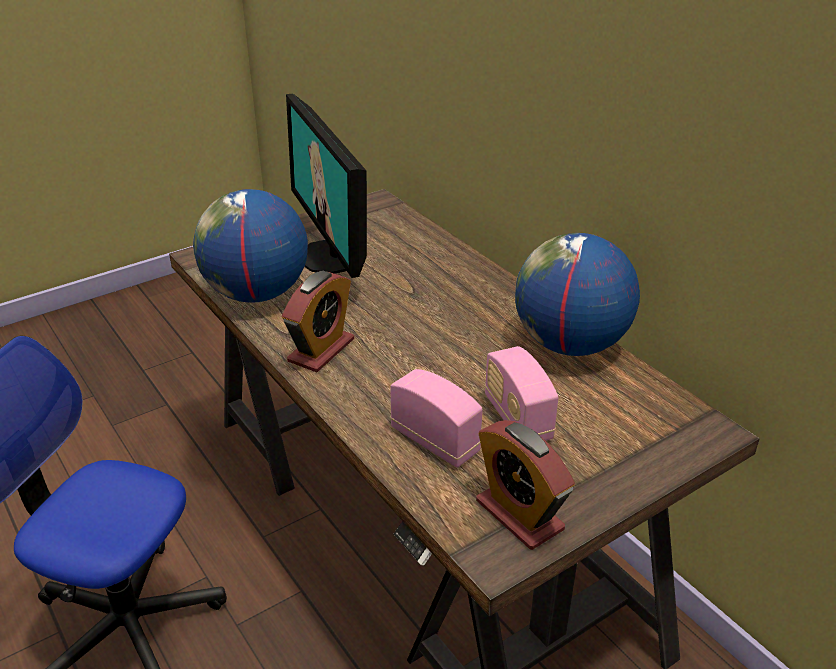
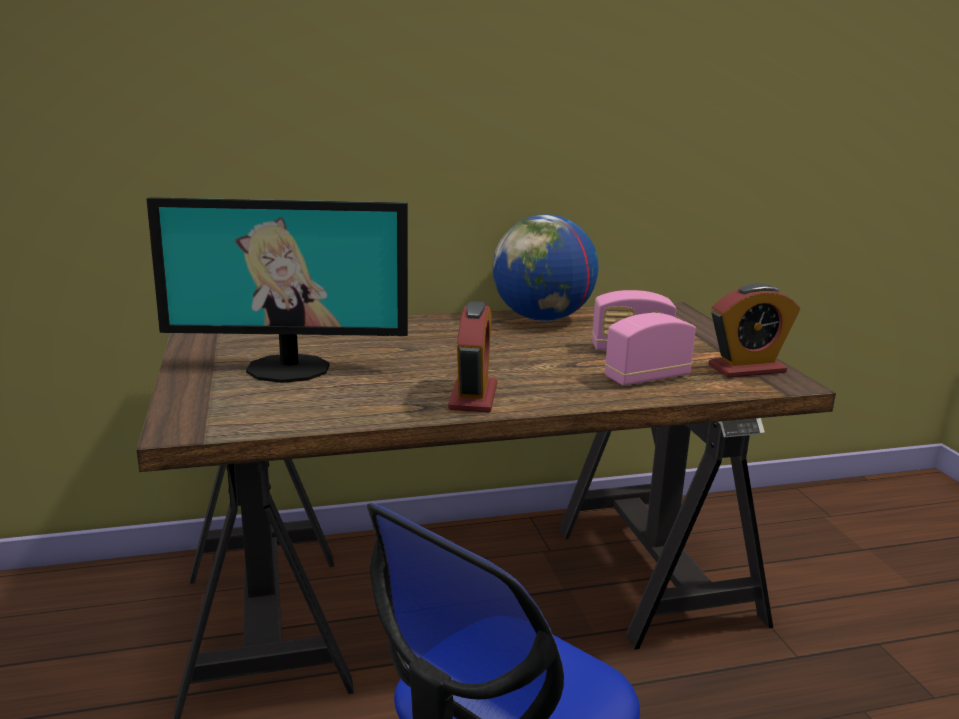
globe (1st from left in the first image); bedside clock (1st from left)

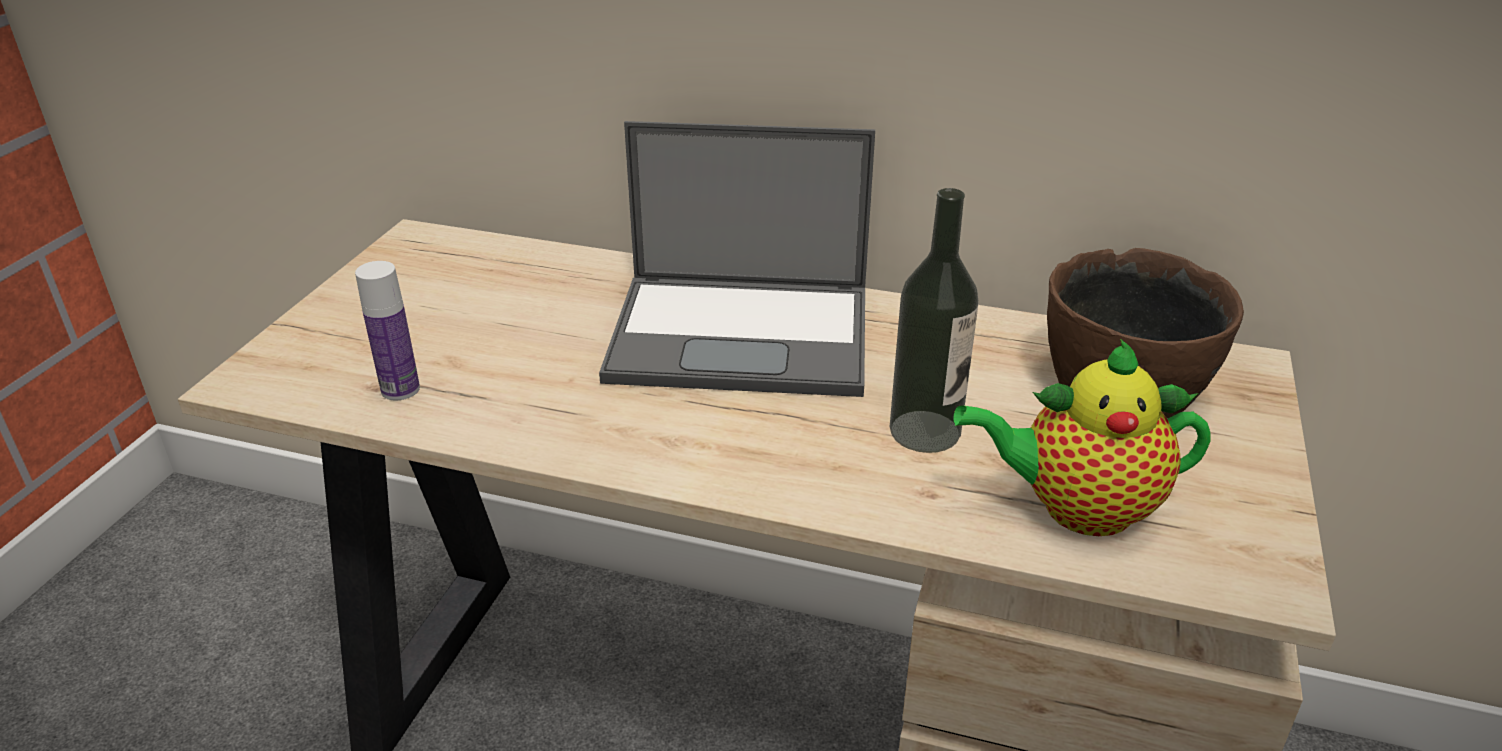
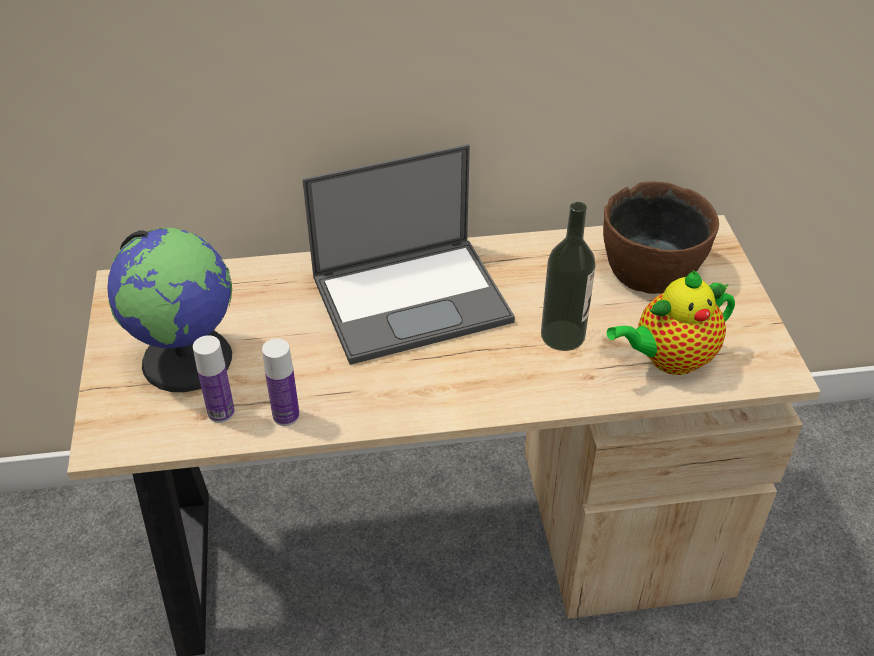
globe; beverage bottle (2nd from left)

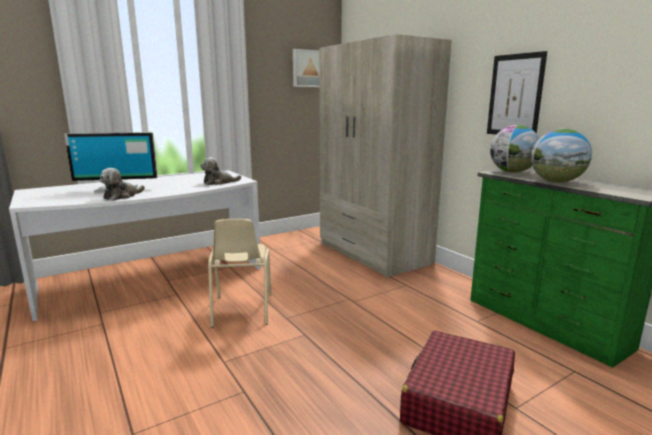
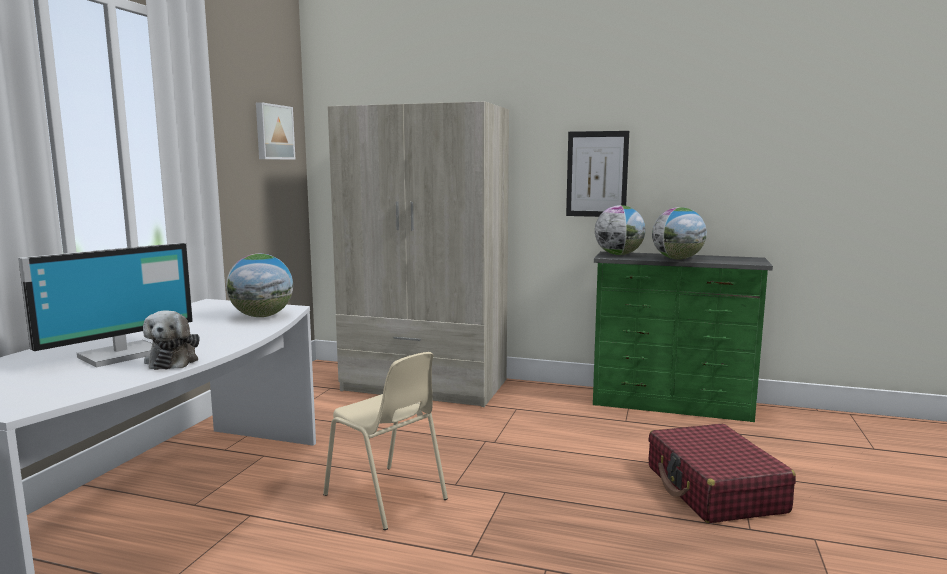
globe (1st from left)

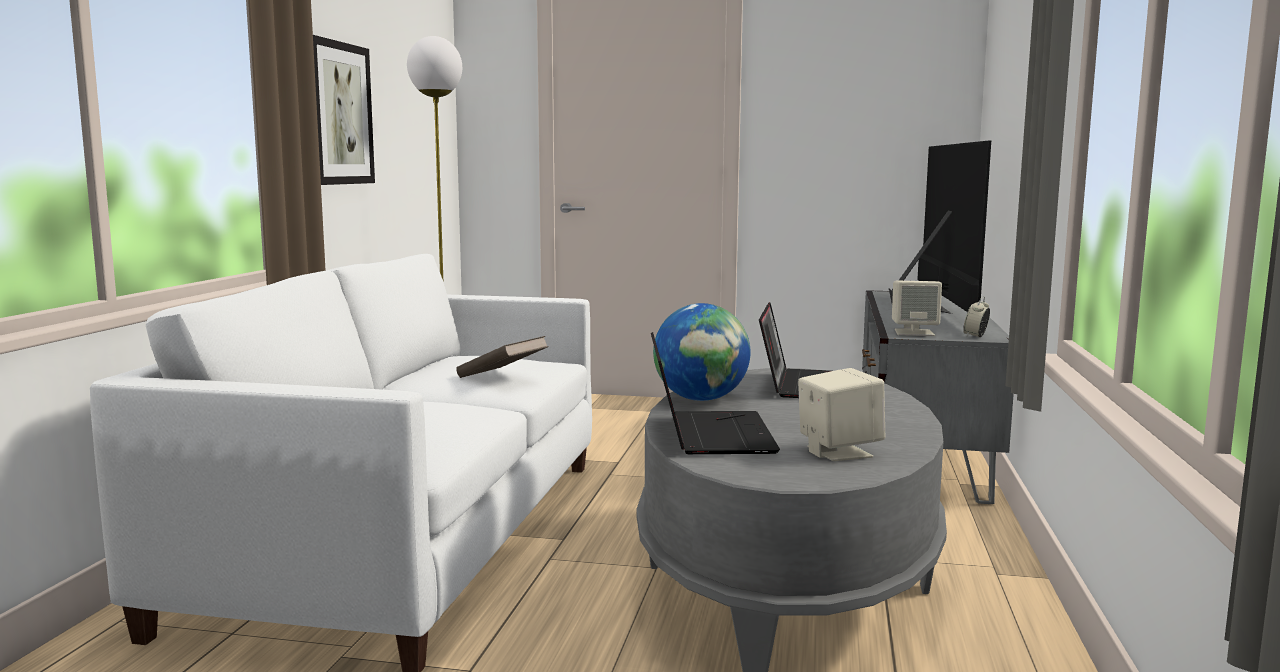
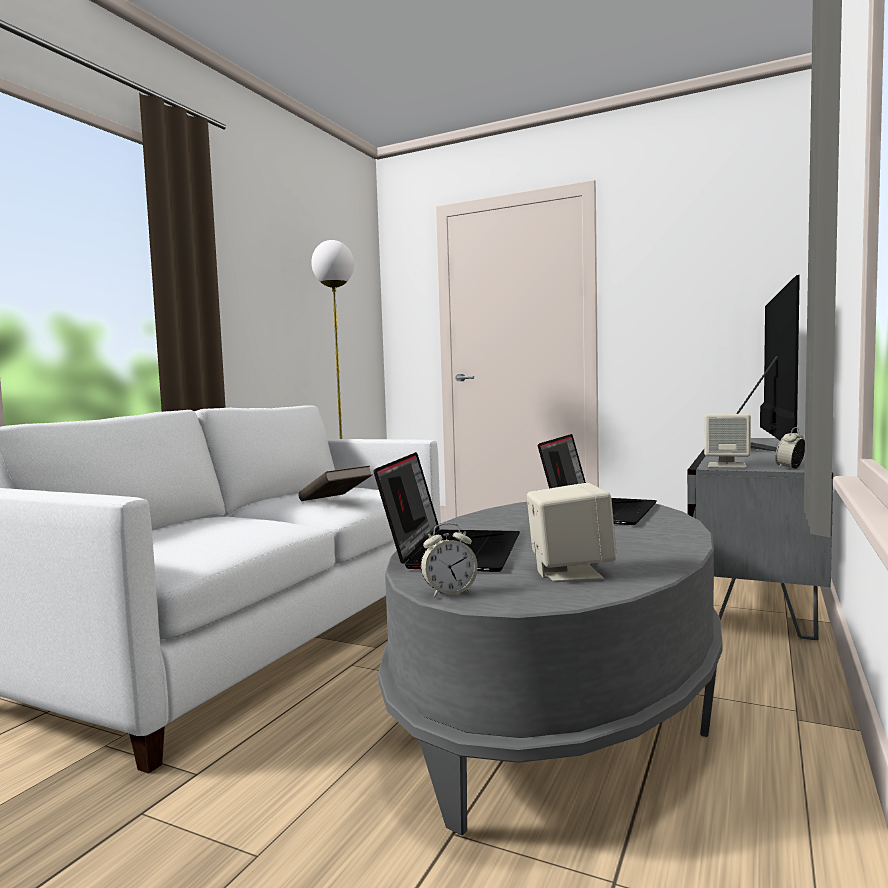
picture; globe; bedside clock (1st from left)

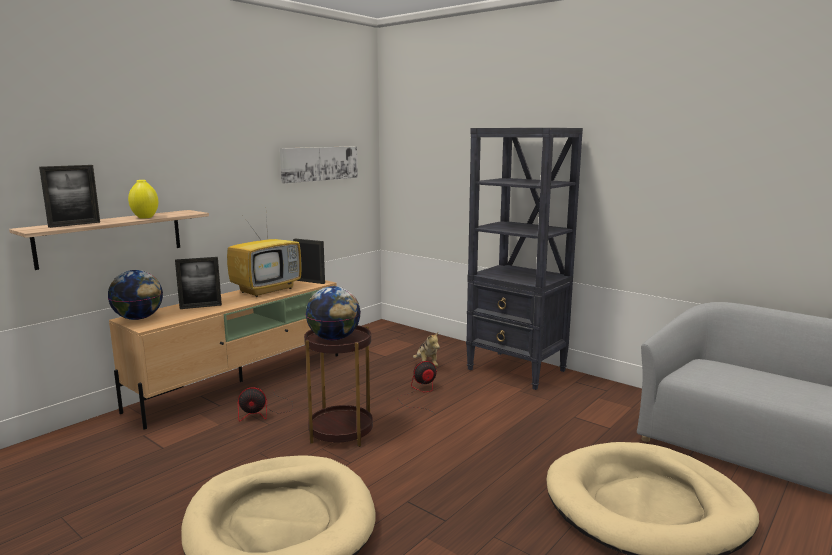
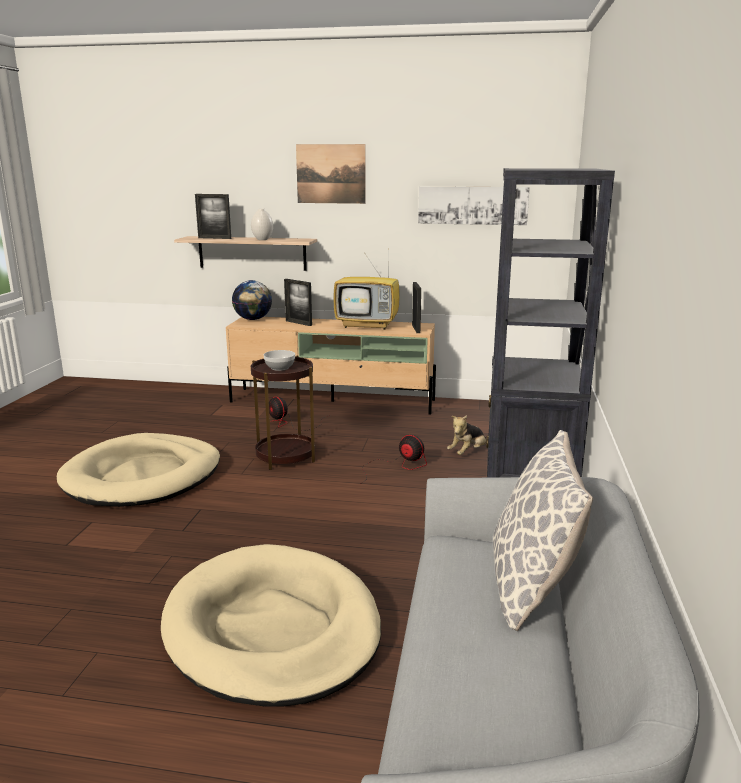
white-coloured vase; bowl; picture (1st from left); pillow

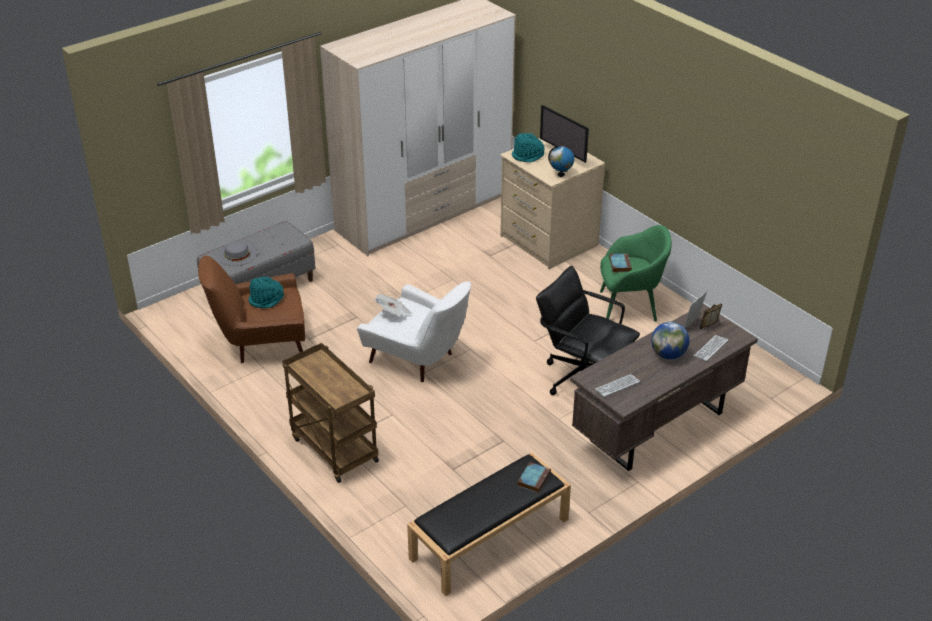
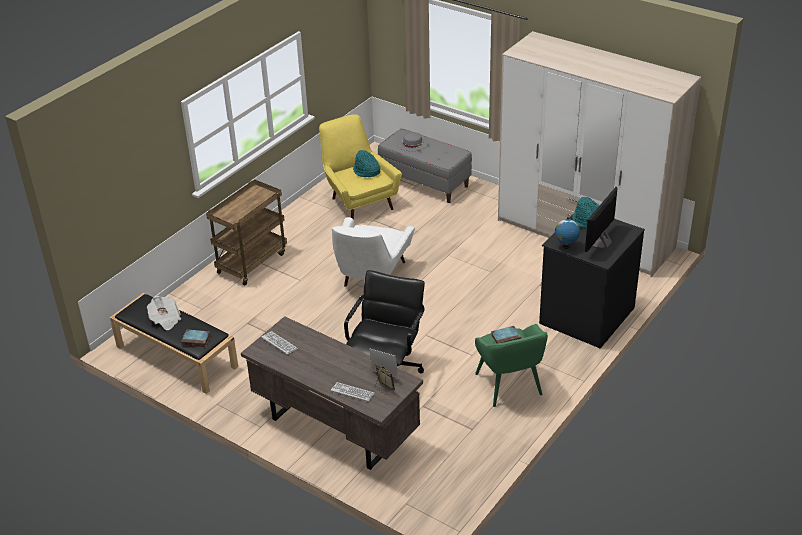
yellow-coloured easy chair; newspaper; blackish drawer chest; globe (2nd from left in the first image)

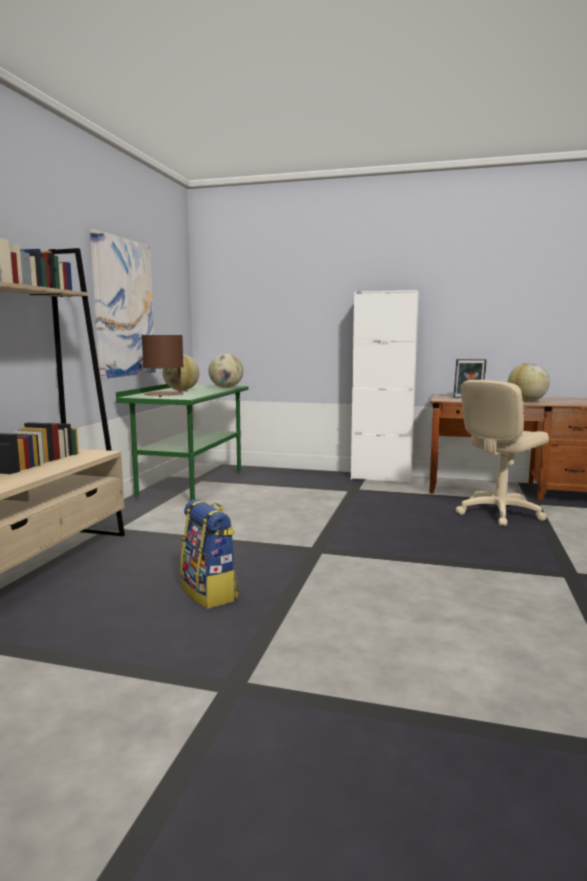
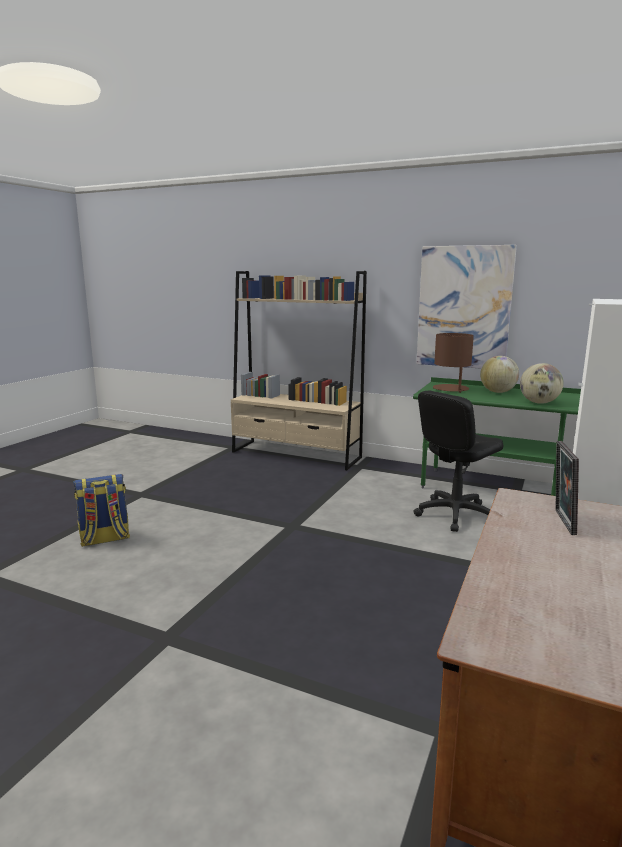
backpack; beige-coloured computer chair; globe (3rd from left in the first image); blackish computer chair

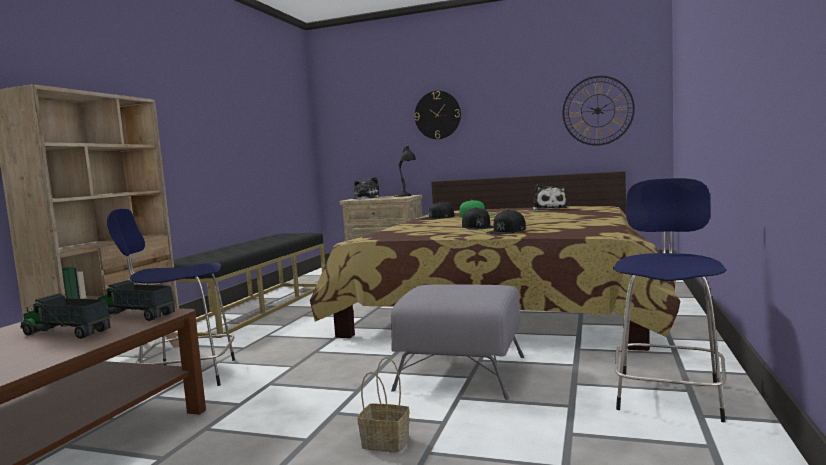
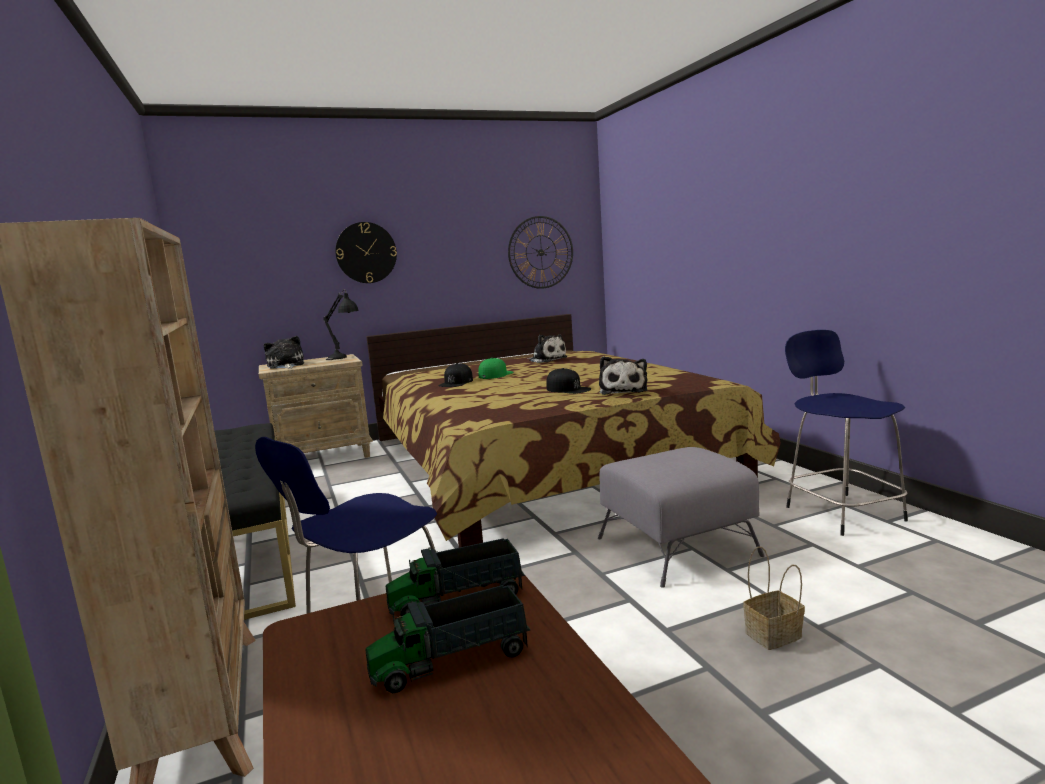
cuddly toy (3rd from left)

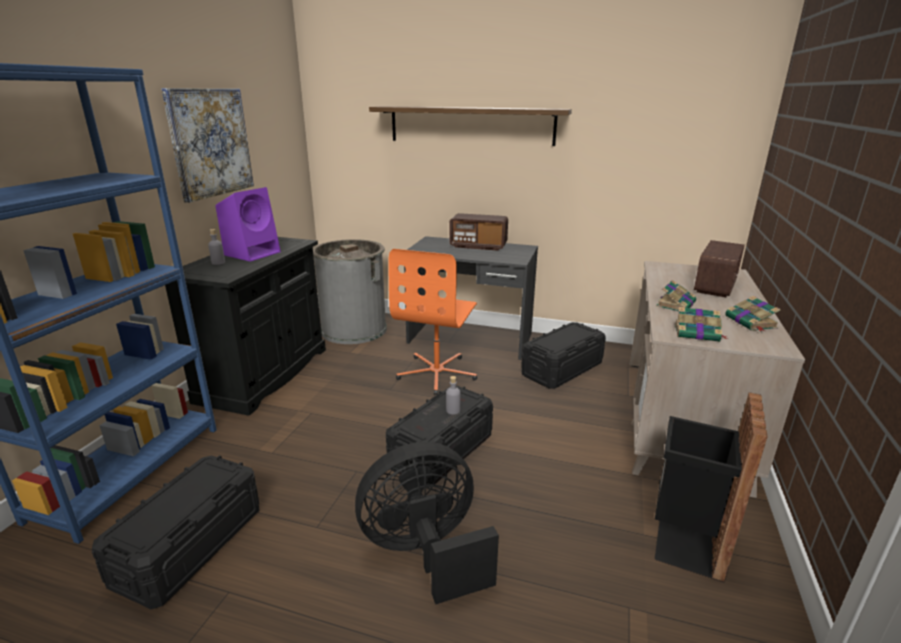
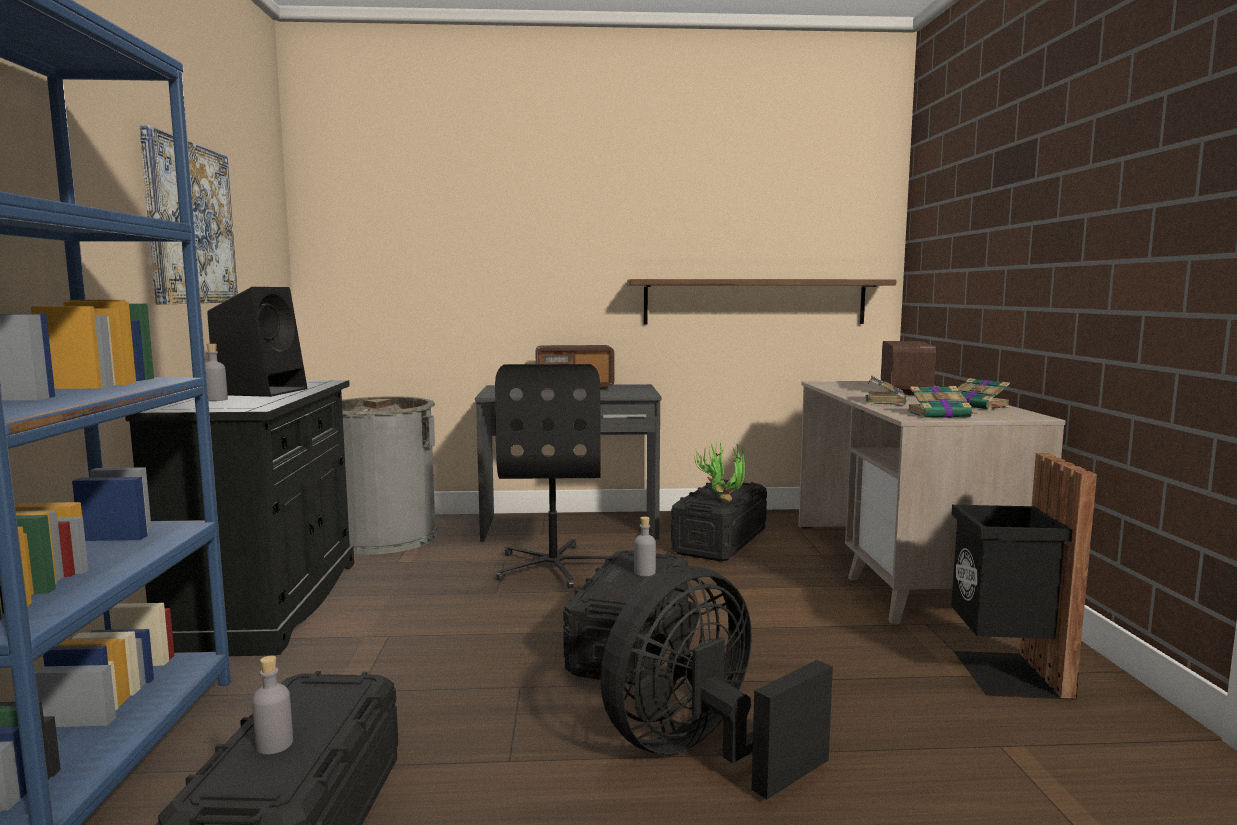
blackish speaker; shelf; blackish computer chair; grey beverage bottle (2nd from left); plant in a pot

